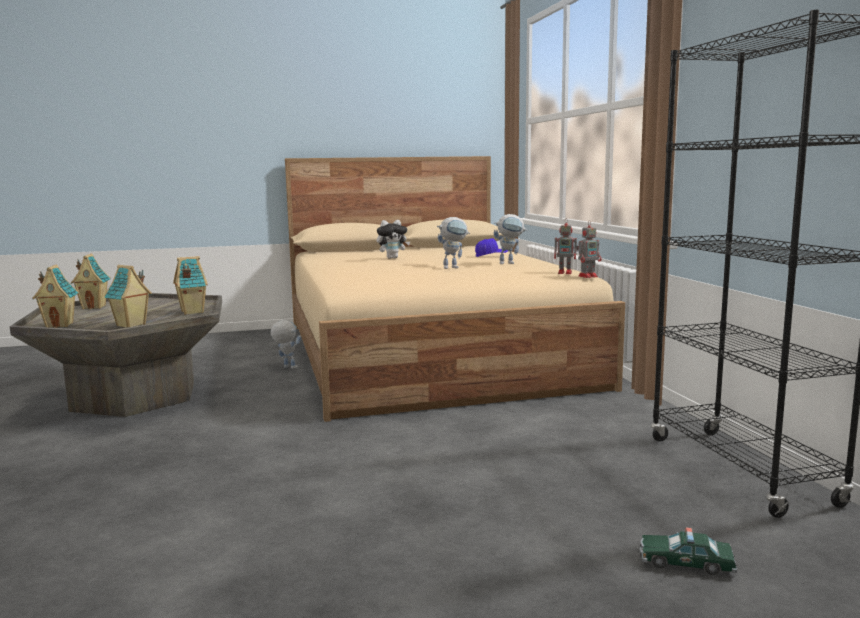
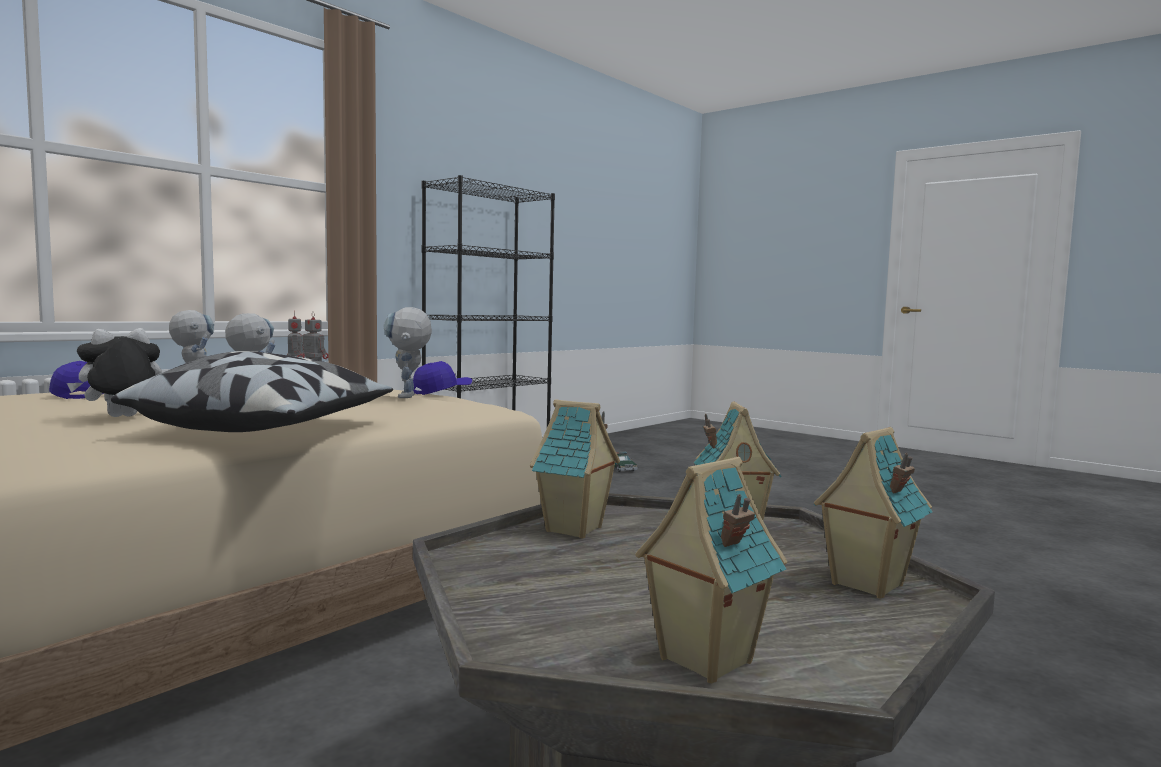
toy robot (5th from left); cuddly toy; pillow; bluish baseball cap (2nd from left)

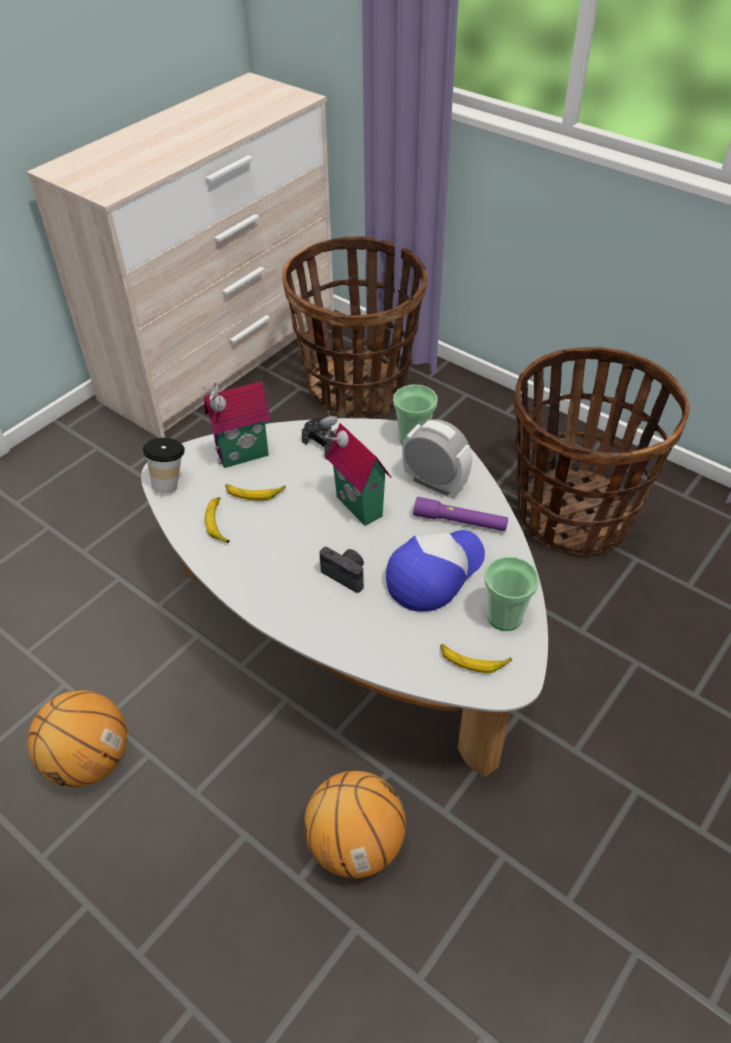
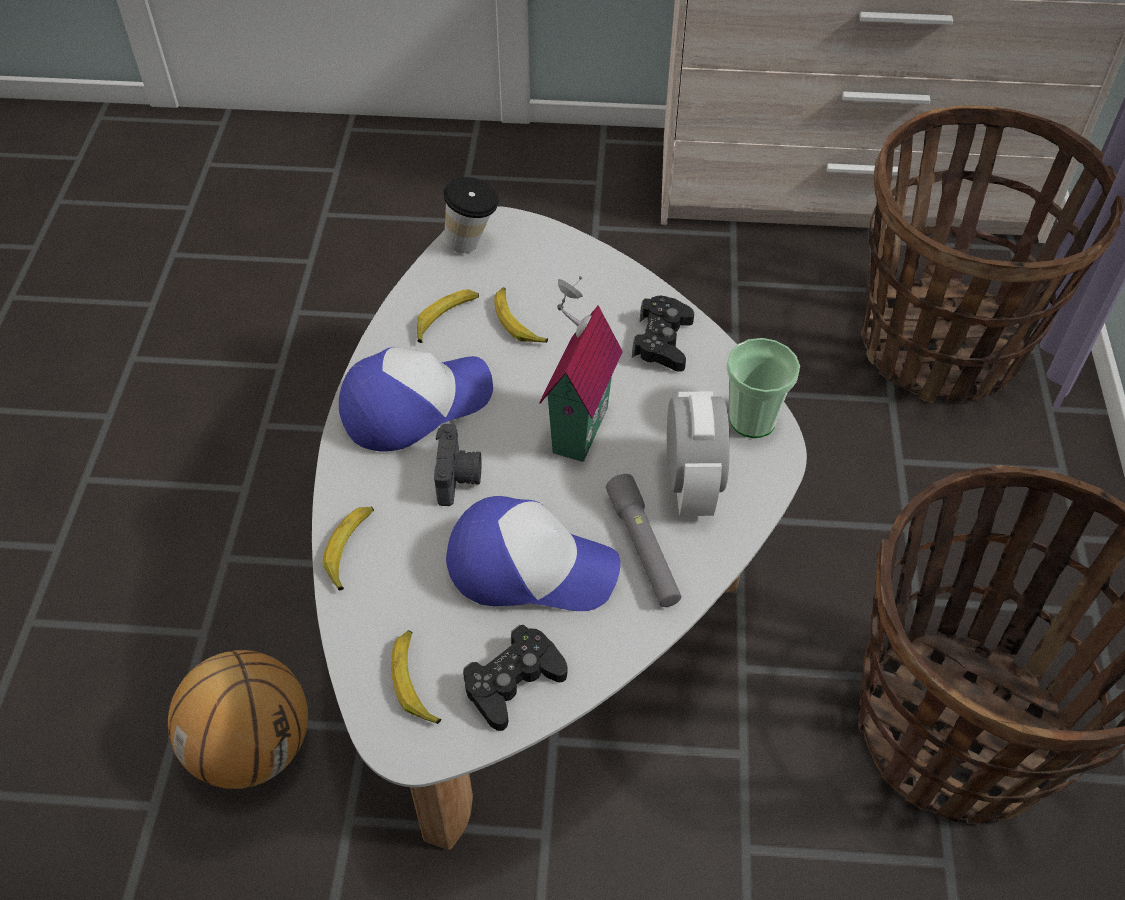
basketball ball (1st from left in the first image); miniature house (1st from left in the first image); grey hand torch; blackish gamepad (1st from left); banana fruit (1st from left); baseball cap (1st from left)

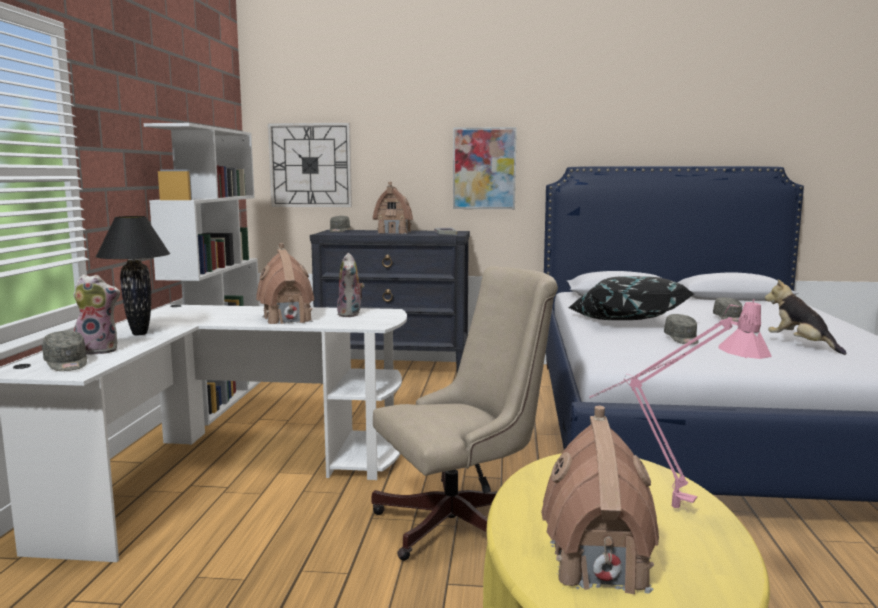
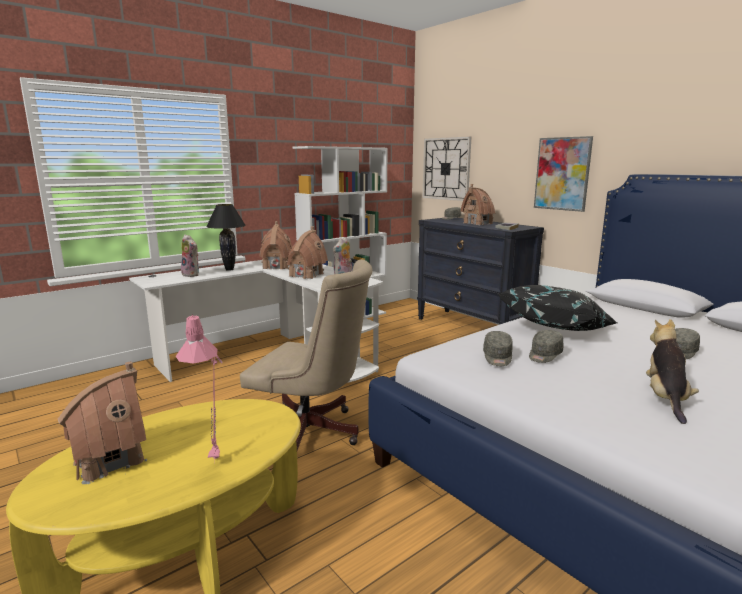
grey baseball cap (2nd from left); miniature house (2nd from left)

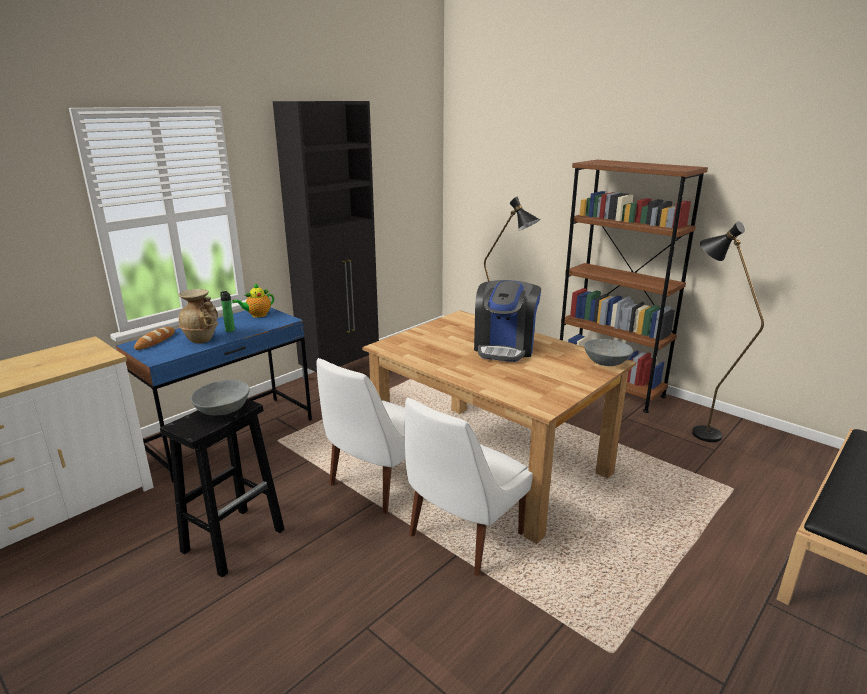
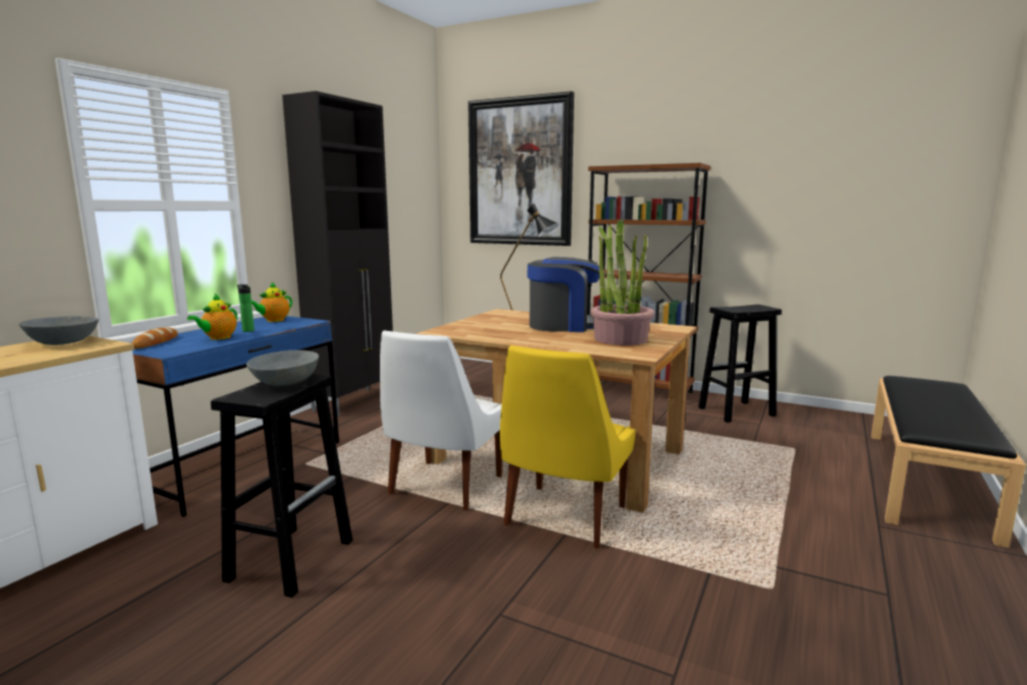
pot for tea (1st from left); yellow-coloured upright chair; coffee brewer; grey bowl (1st from left); blackish sitting stool (2nd from left); picture; plant in a pot

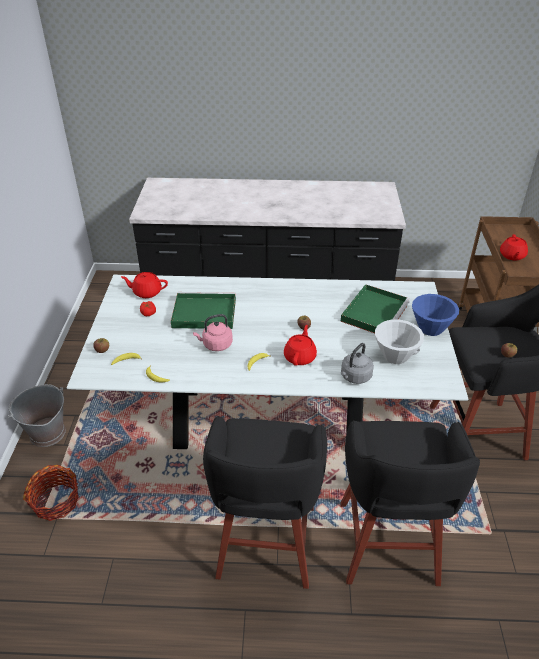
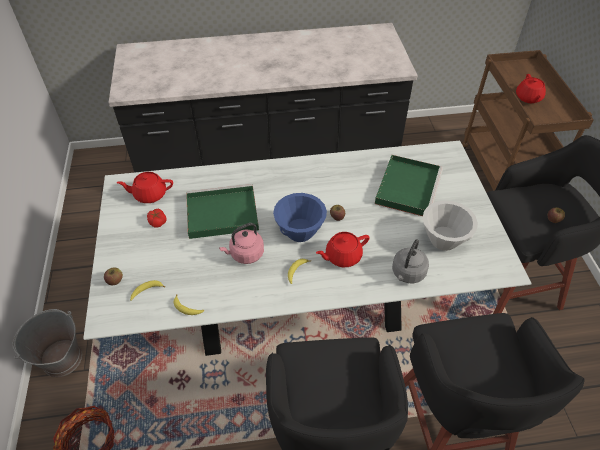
reddish pot for tea (2nd from left); bluish bowl

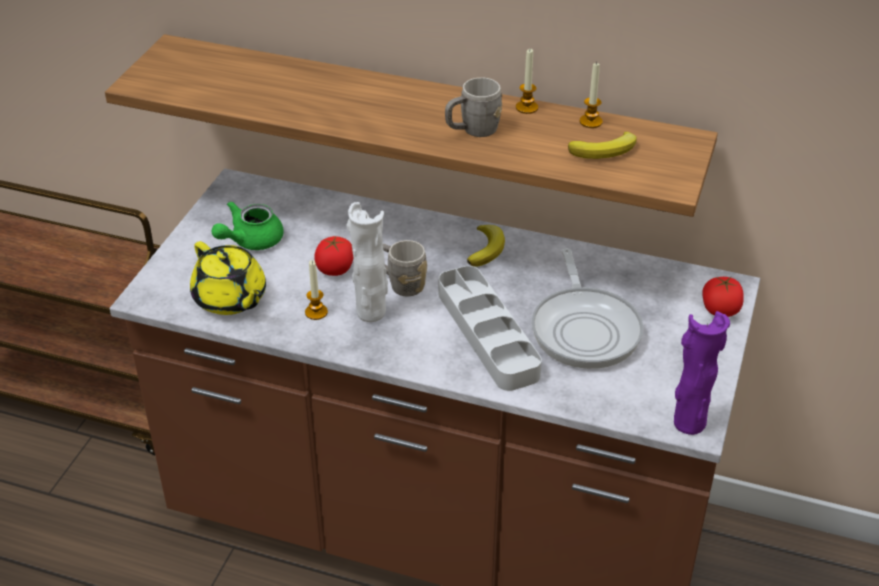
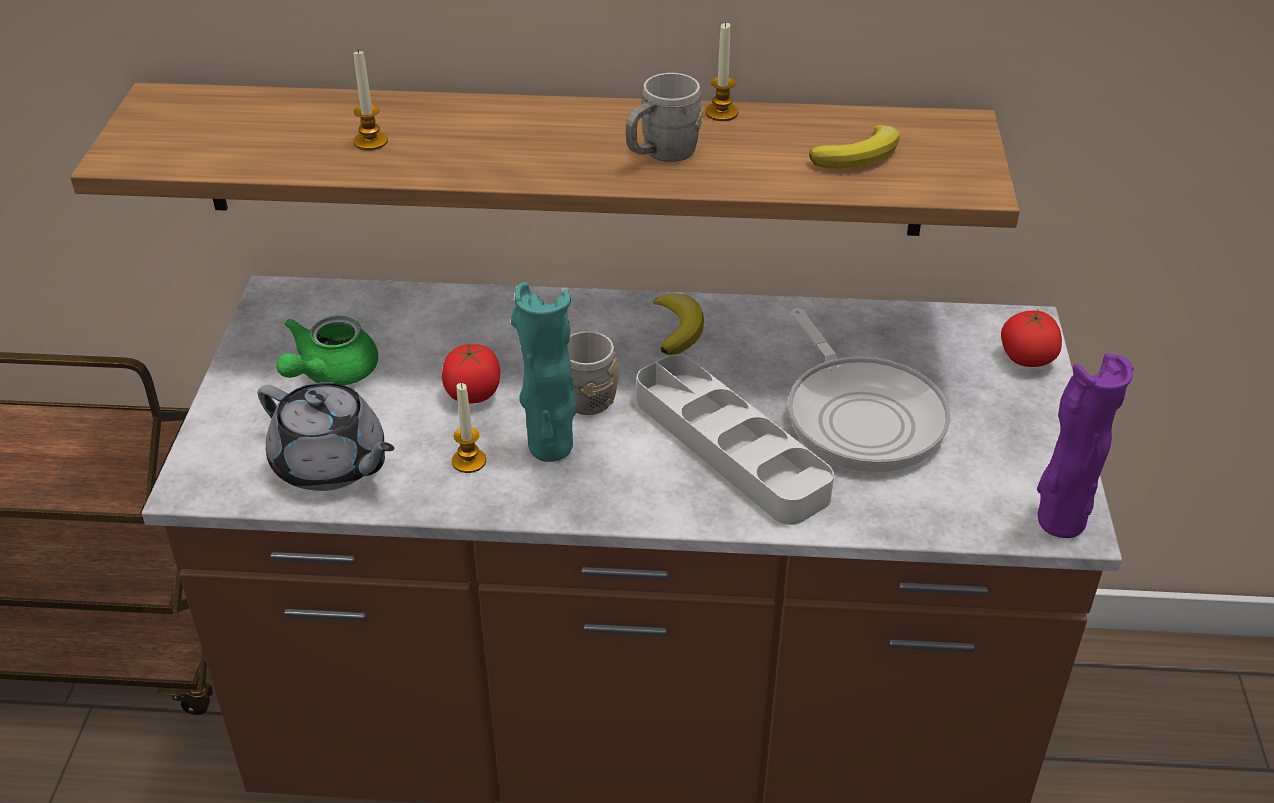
grey pot for tea; turquoise vase; wax light (1st from left)

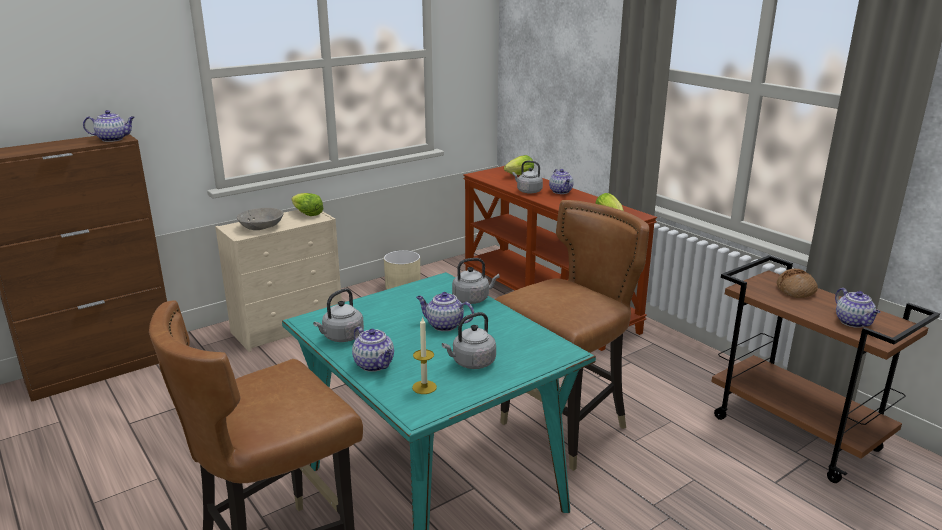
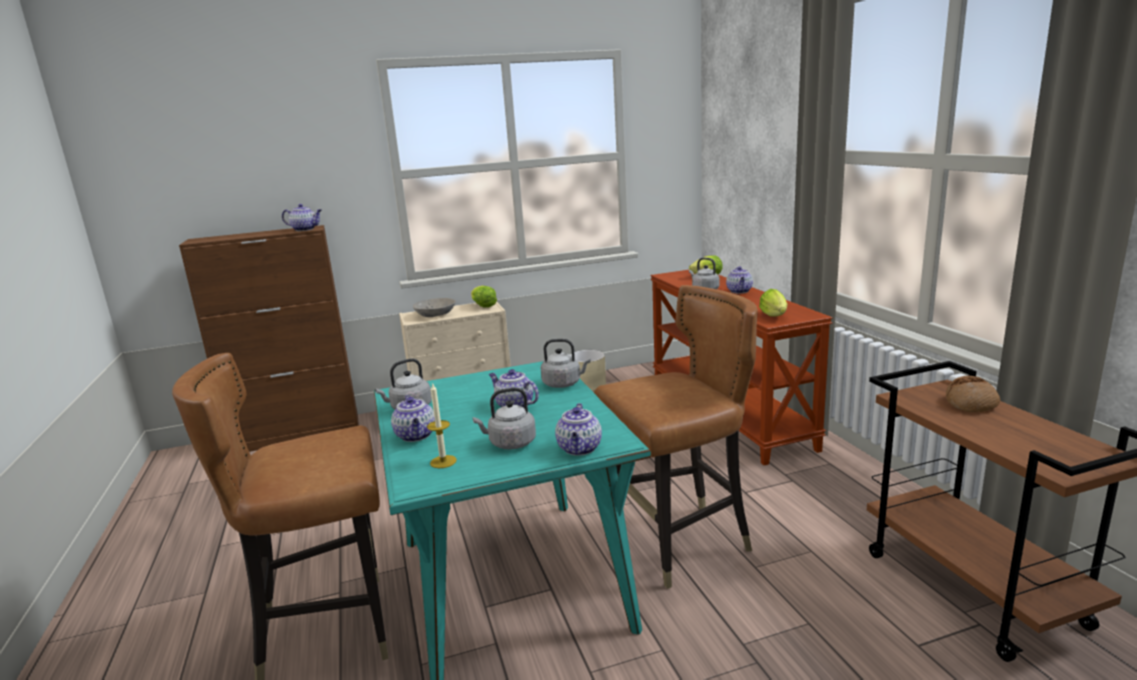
pot for tea (4th from left)

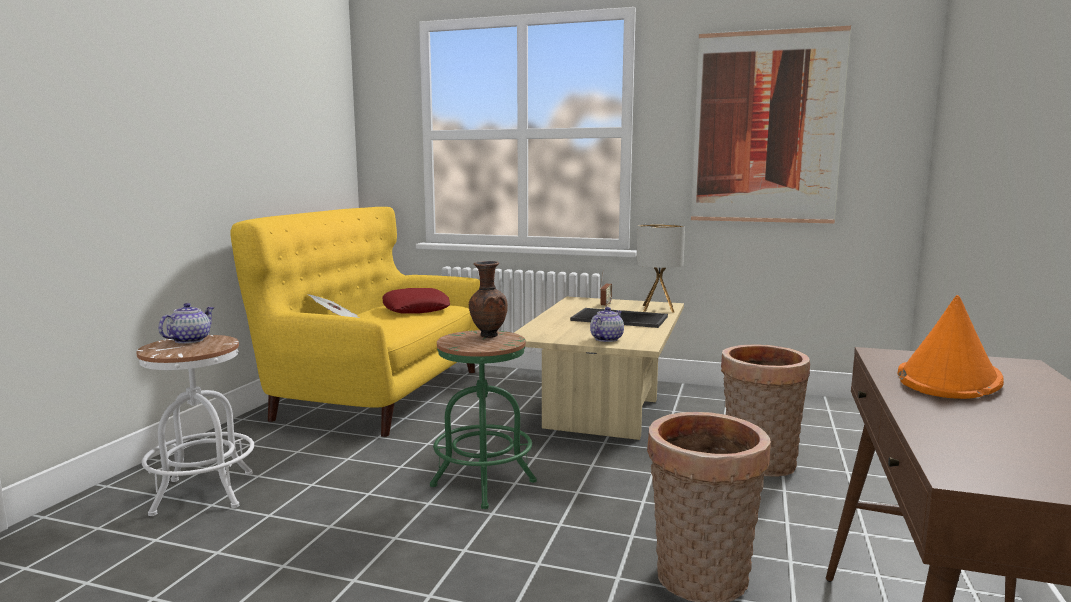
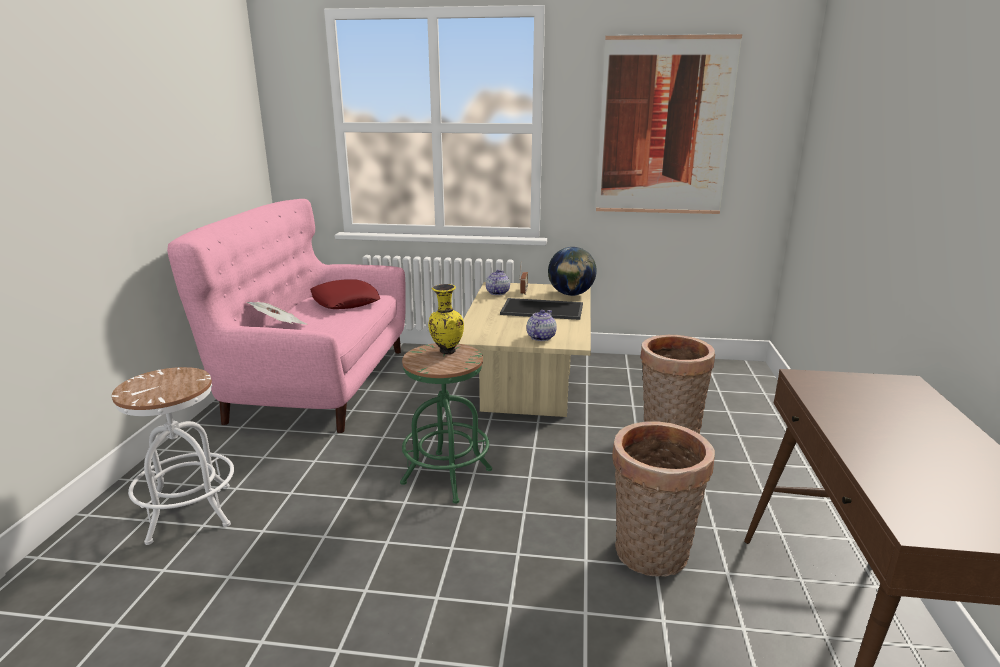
pot for tea (1st from left); pink couch; yellow-coloured vase; globe; orange clothing hat

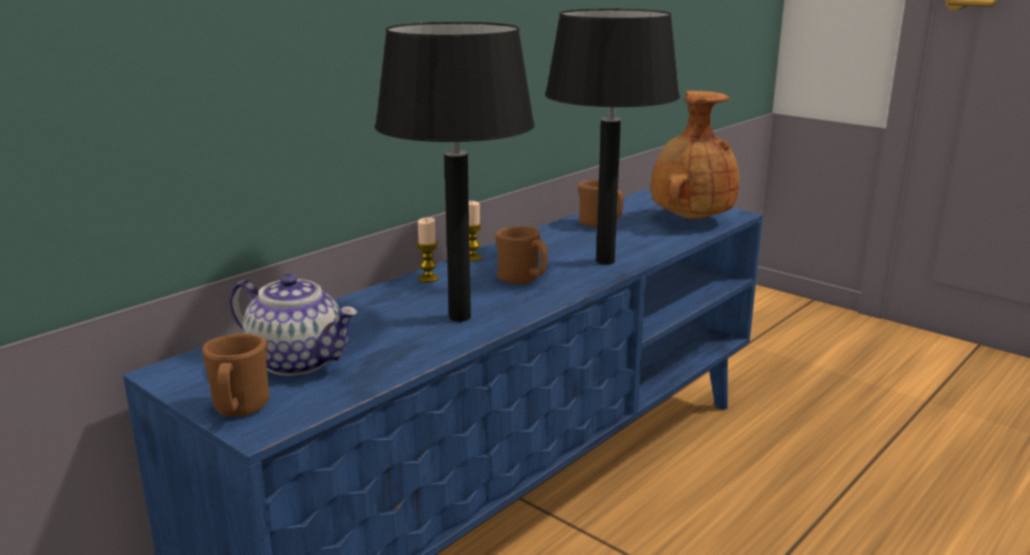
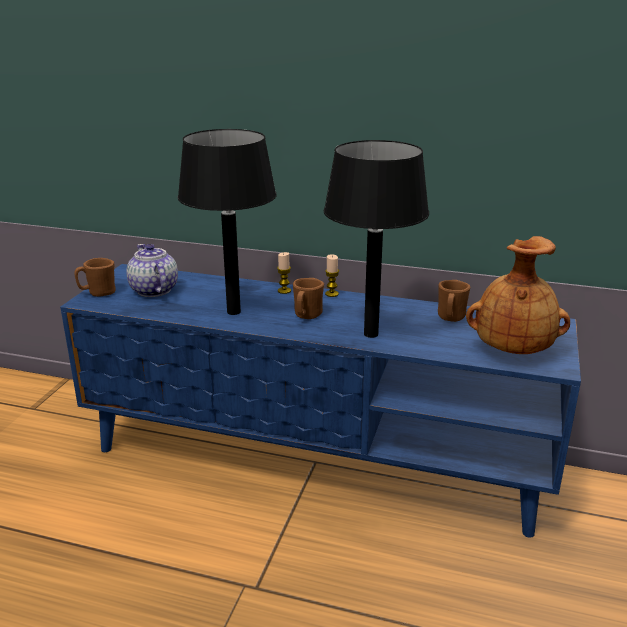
pot for tea

